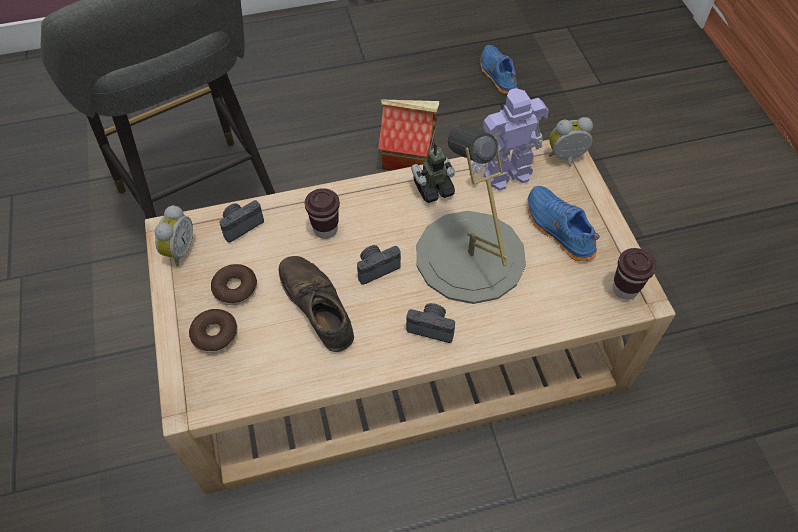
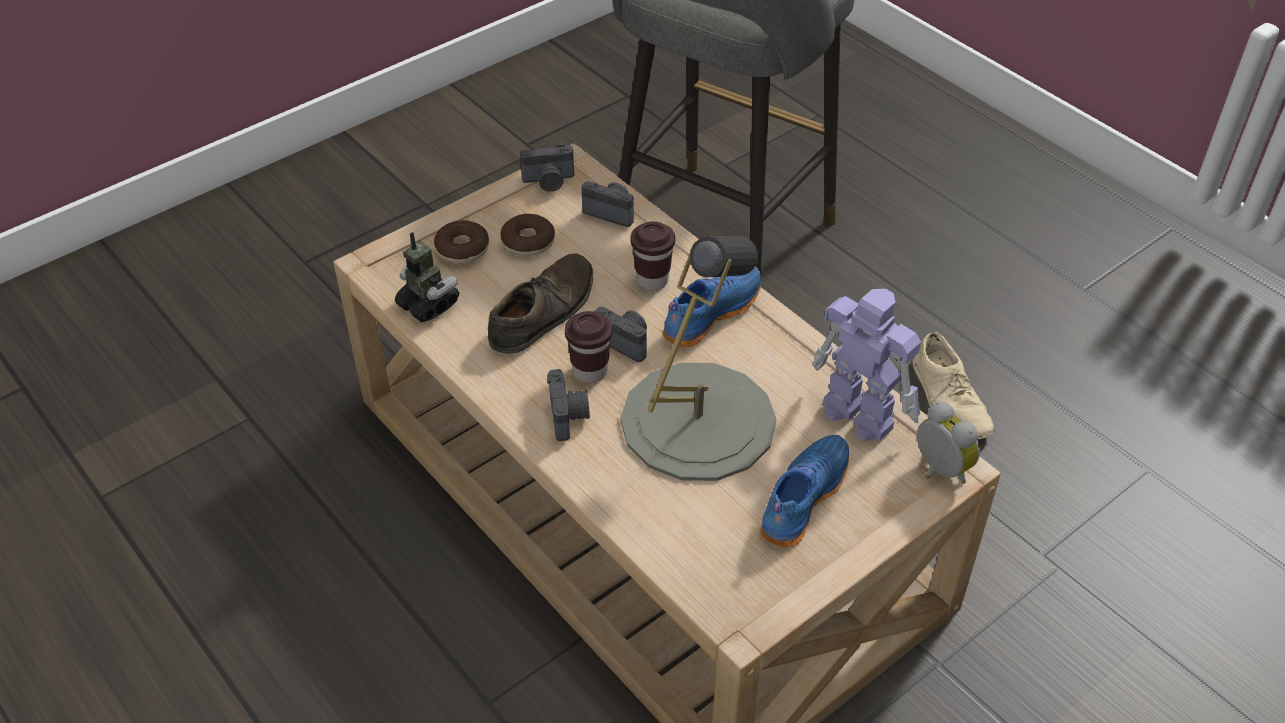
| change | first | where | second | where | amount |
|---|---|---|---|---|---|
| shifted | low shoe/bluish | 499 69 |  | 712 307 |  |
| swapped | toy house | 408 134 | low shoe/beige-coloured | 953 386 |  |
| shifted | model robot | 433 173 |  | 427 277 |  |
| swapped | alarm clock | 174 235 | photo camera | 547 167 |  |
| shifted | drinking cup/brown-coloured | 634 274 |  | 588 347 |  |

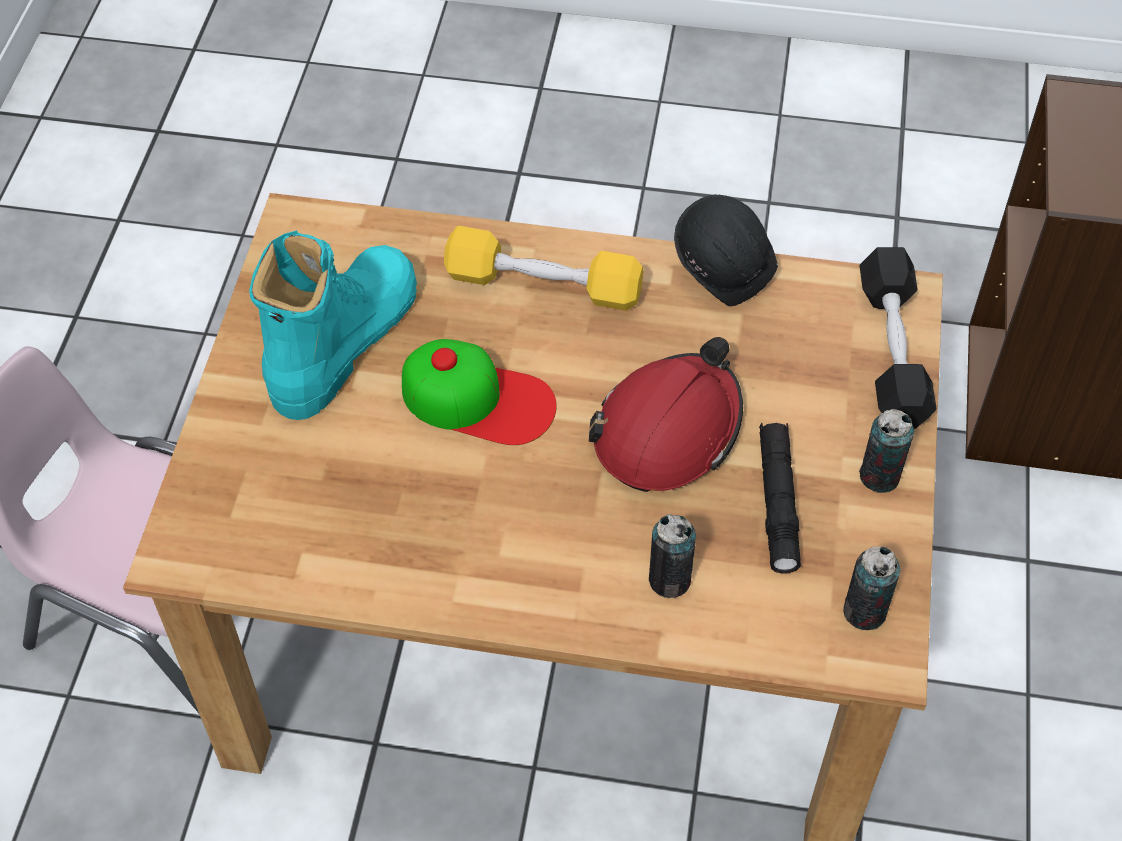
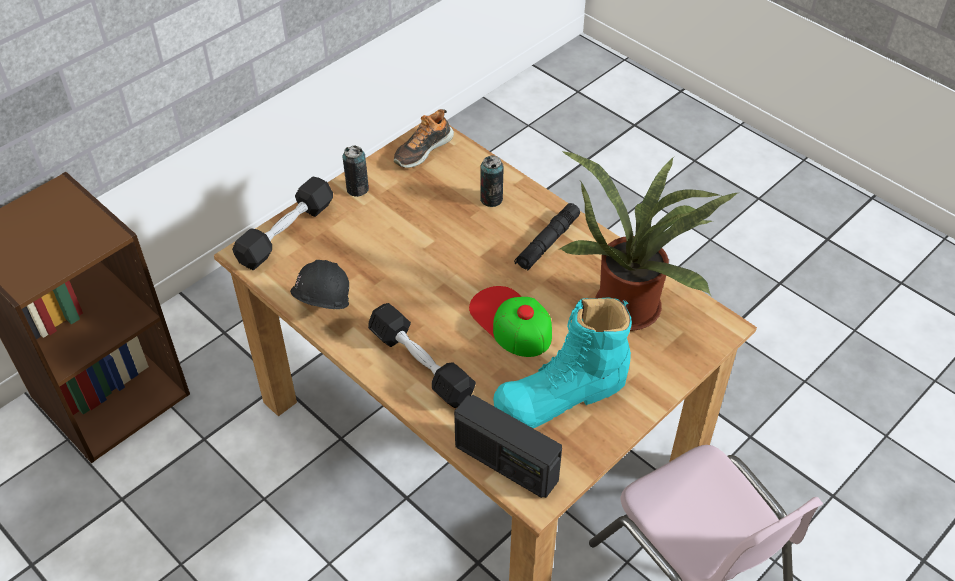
| change | first | where | second | where | amount |
|---|---|---|---|---|---|
| repainted | dumbbell/yellowish | 544 268 | dumbbell/blackish | 422 355 |  |
| gone | safety helmet/red | 666 414 |  |  |  |
| shifted | torch/blackish | 780 498 |  | 547 237 |  |
| swapped | can | 871 588 | low shoe | 424 138 |  |
| new |  |  | houseplant | 648 240 |  |
| new |  |  | radio receiver | 508 446 |  |

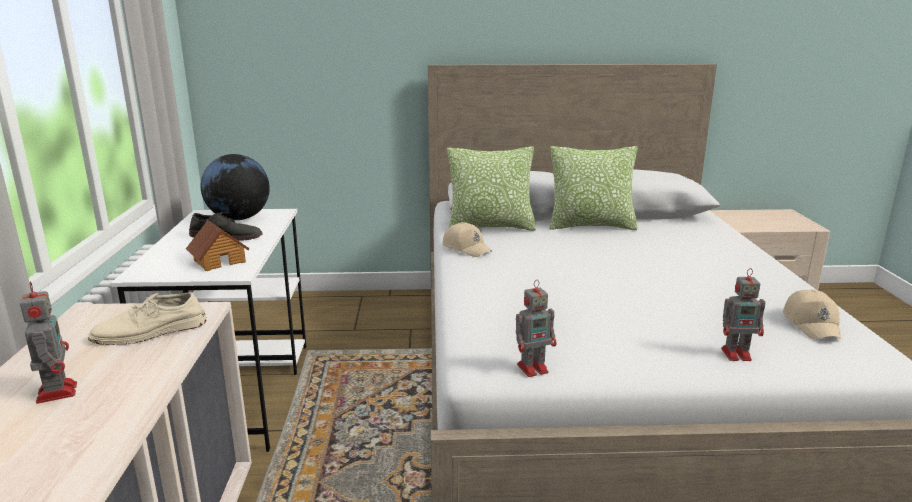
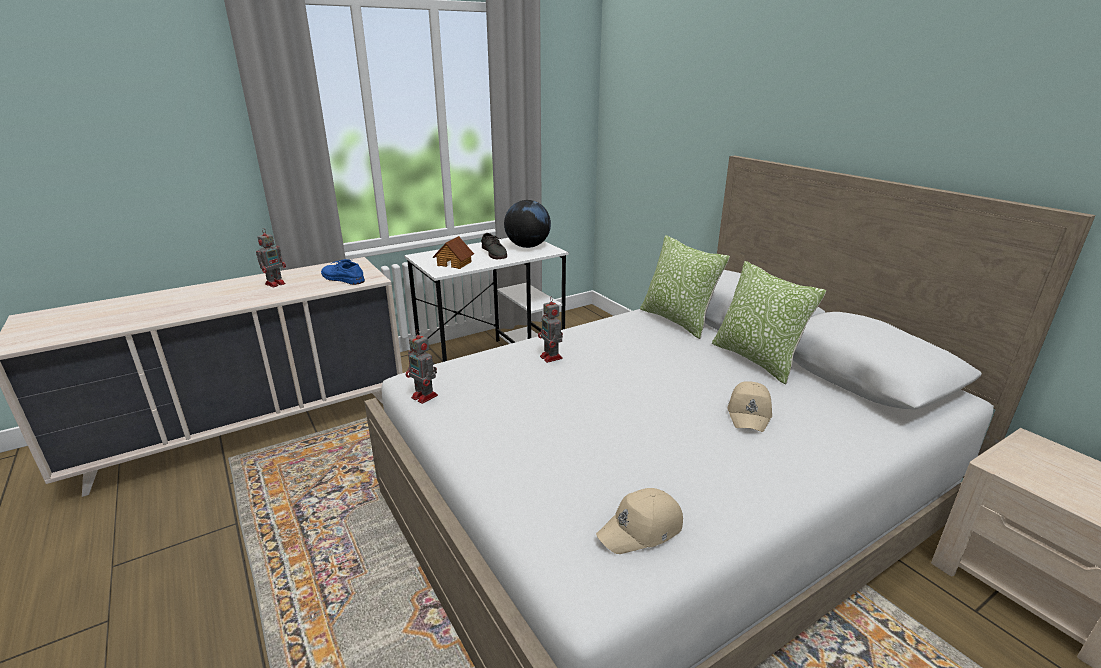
| change | first | where | second | where | amount |
|---|---|---|---|---|---|
| shifted | peaked cap/beige-coloured | 467 239 |  | 750 406 |  |
| shifted | model robot | 743 314 |  | 550 329 |  |
| repainted | low shoe/beige-coloured | 147 318 | low shoe/bluish | 343 272 |  |

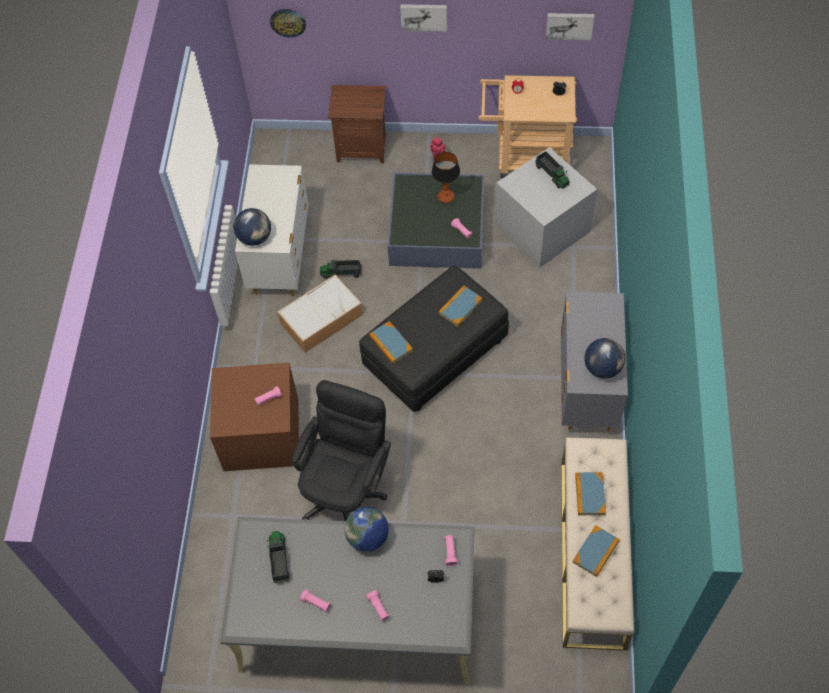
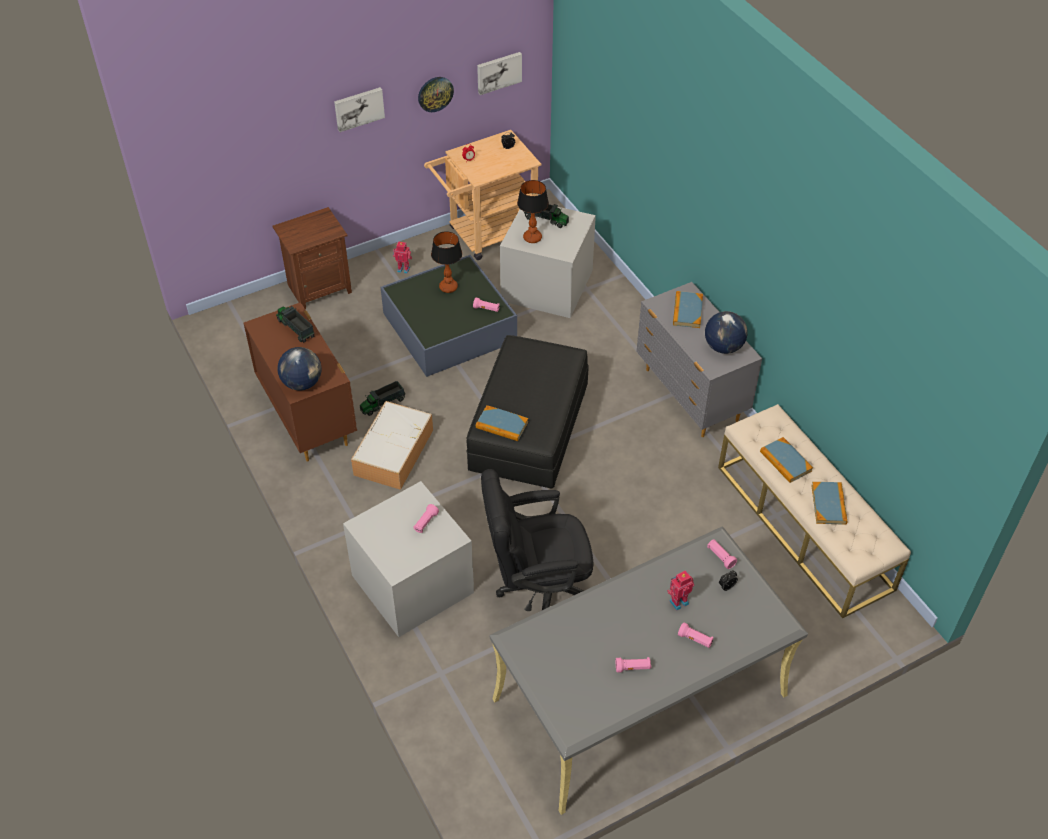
| change | first | where | second | where | amount |
|---|---|---|---|---|---|
| shifted | clock on the wall | 288 23 |  | 436 94 |  |
| repainted | chest of drawers/whitish | 272 230 | chest of drawers/brown-coloured | 300 382 |  |
| shifted | book | 460 306 |  | 688 309 |  |
| repainted | storage container/brown-coloured | 254 417 | storage container/gray | 408 559 |  |
| rotated | computer chair/blackish | 341 450 |  | 537 540 | 90 degrees counterclockwise |
| gone | world globe | 367 529 |  |  |  |
| shifted | model truck | 278 557 |  | 295 324 |  |
| new |  |  | lamp for a table | 533 211 |  |
| new |  |  | model robot | 680 590 |  |

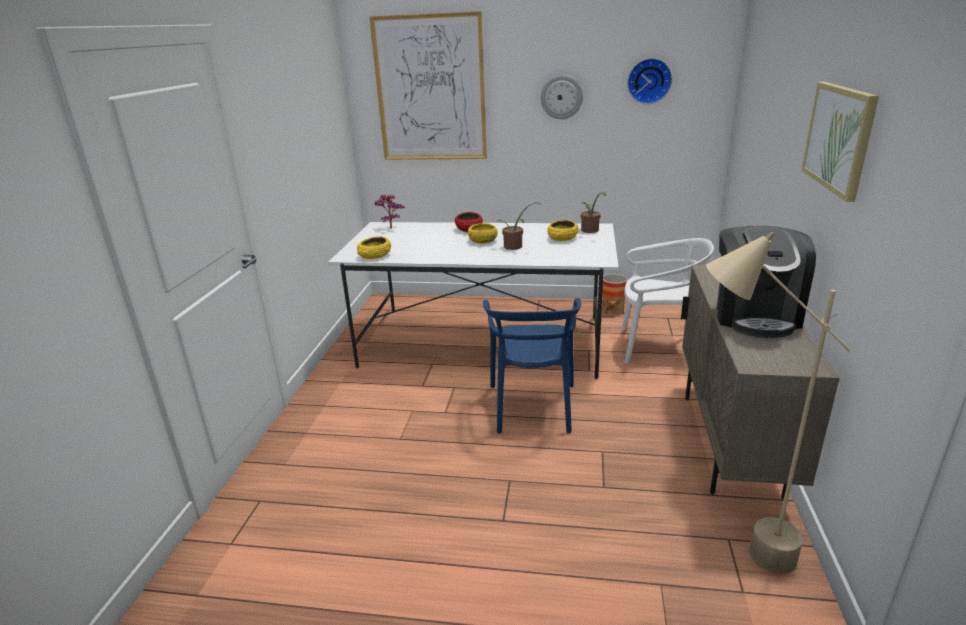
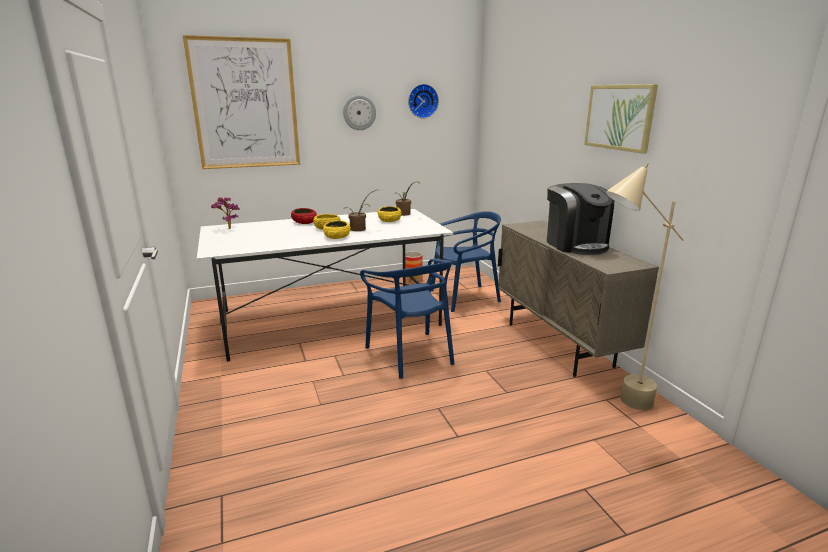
| change | first | where | second | where | amount |
|---|---|---|---|---|---|
| shifted | serving bowl/yellowish | 374 247 |  | 337 229 |  |
| repainted | chair/whitish | 668 301 | chair/bluish | 466 261 |  |

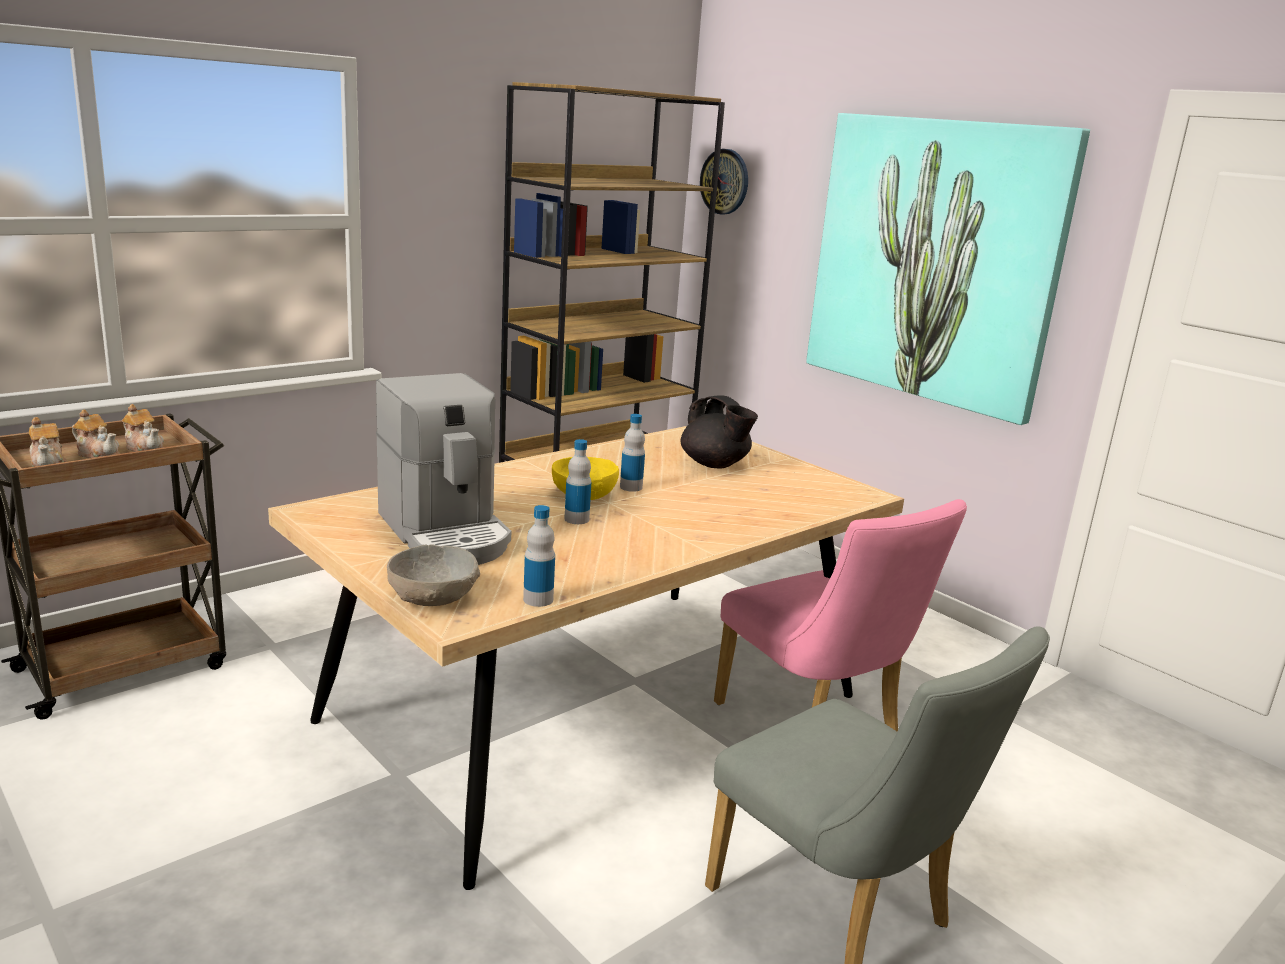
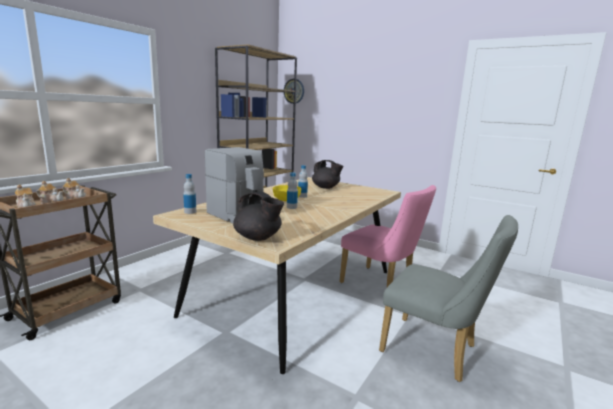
| change | first | where | second | where | amount |
|---|---|---|---|---|---|
| gone | wall picture | 948 269 |  |  |  |
| shifted | bottle | 539 556 |  | 189 194 |  |
| swapped | serving bowl/gray | 433 575 | pot for tea/blackish | 258 216 |  |

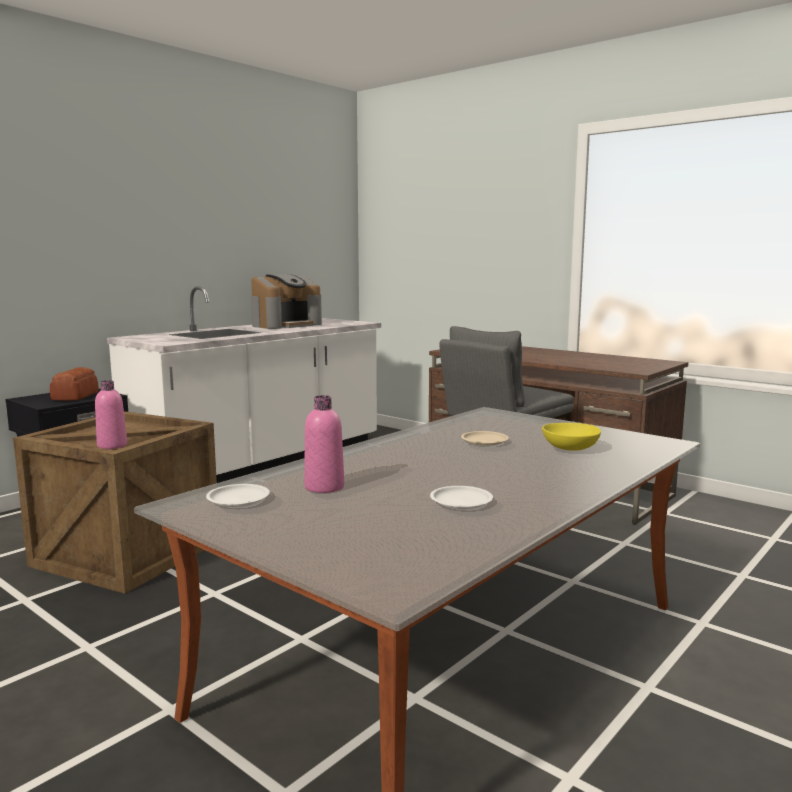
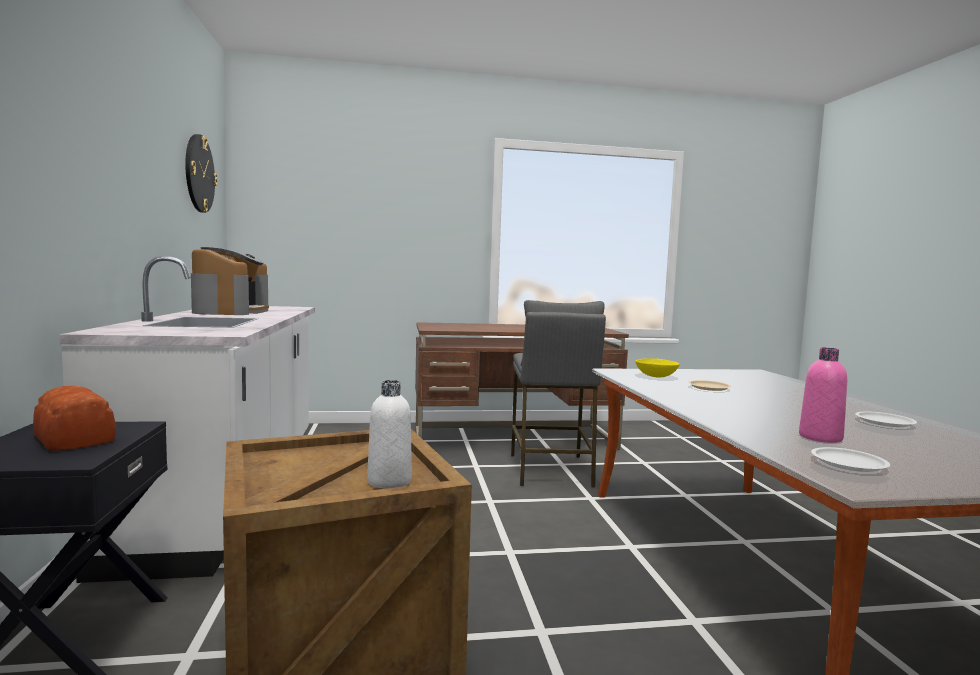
| change | first | where | second | where | amount |
|---|---|---|---|---|---|
| repainted | bottle/pink | 111 414 | bottle/whitish | 389 434 |  |
| shifted | serving bowl/yellowish | 571 437 |  | 657 367 |  |
| new |  |  | clock on the wall | 201 173 |  |

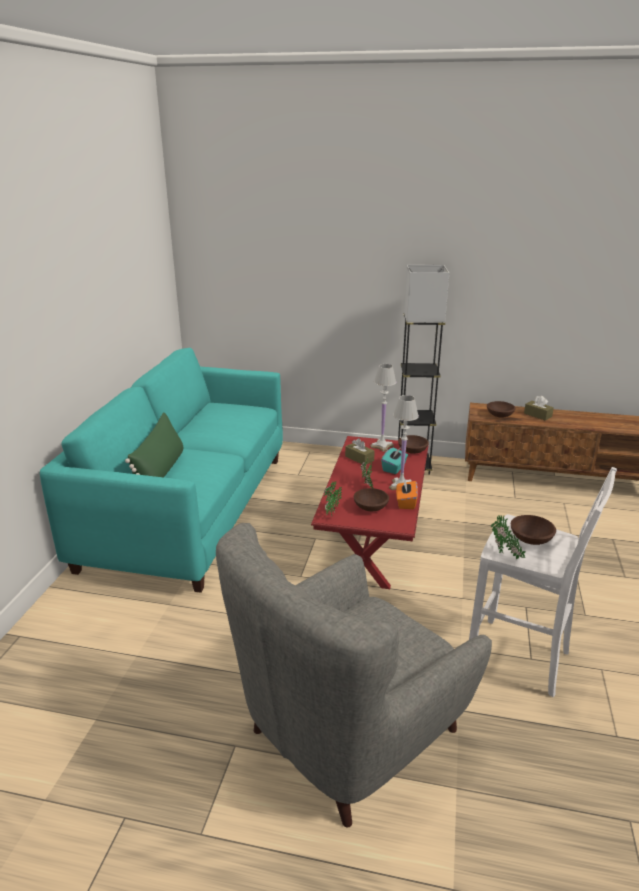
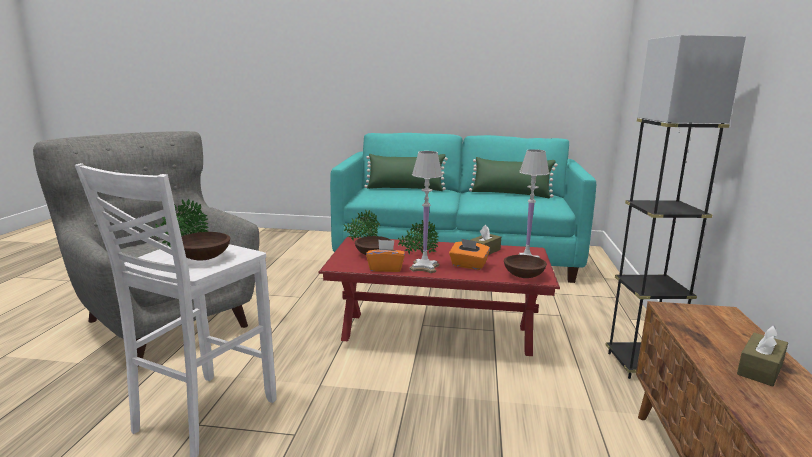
| change | first | where | second | where | amount |
|---|---|---|---|---|---|
| gone | serving bowl/brown-coloured | 501 409 |  |  |  |
| repainted | tissue holder/turquoise | 394 460 | tissue holder/orange | 469 254 |  |
| new |  |  | cushion/green | 513 177 |  |

